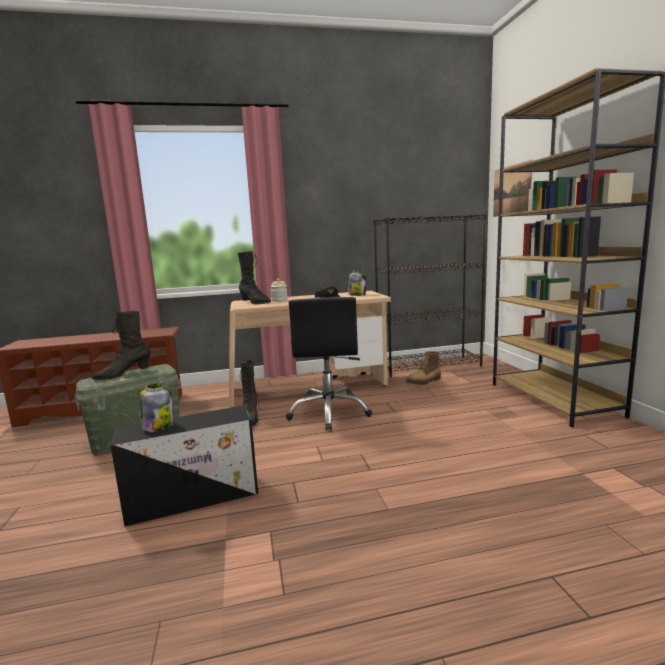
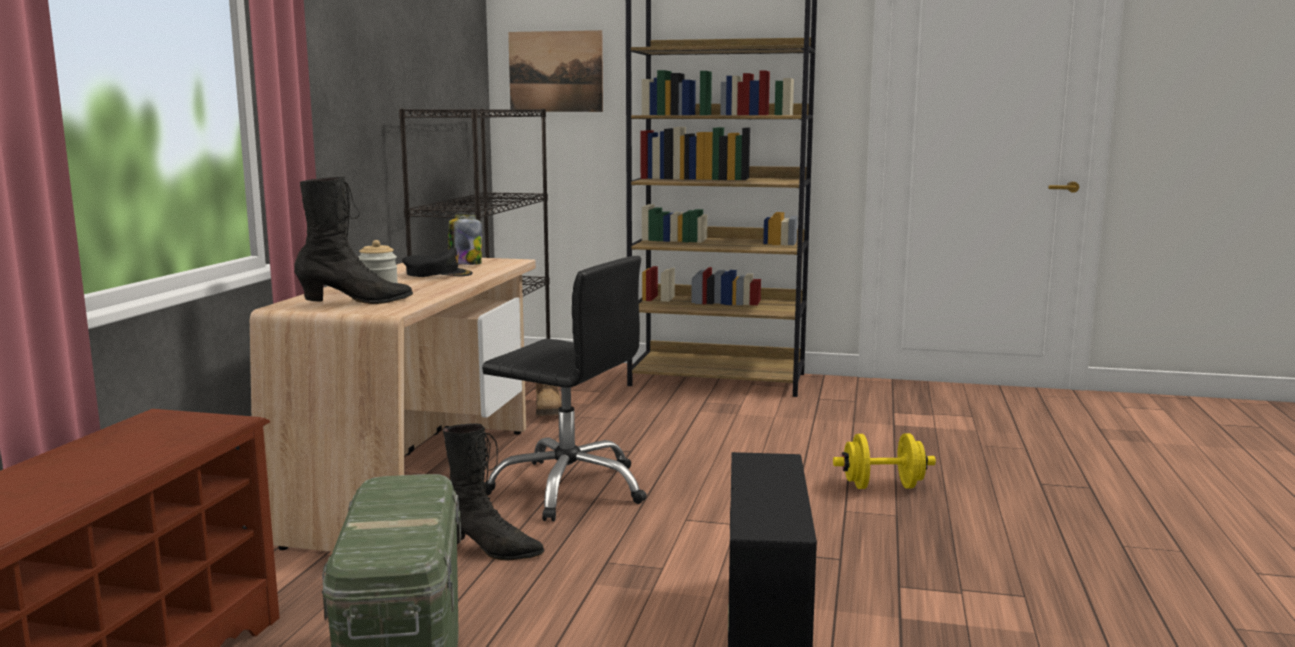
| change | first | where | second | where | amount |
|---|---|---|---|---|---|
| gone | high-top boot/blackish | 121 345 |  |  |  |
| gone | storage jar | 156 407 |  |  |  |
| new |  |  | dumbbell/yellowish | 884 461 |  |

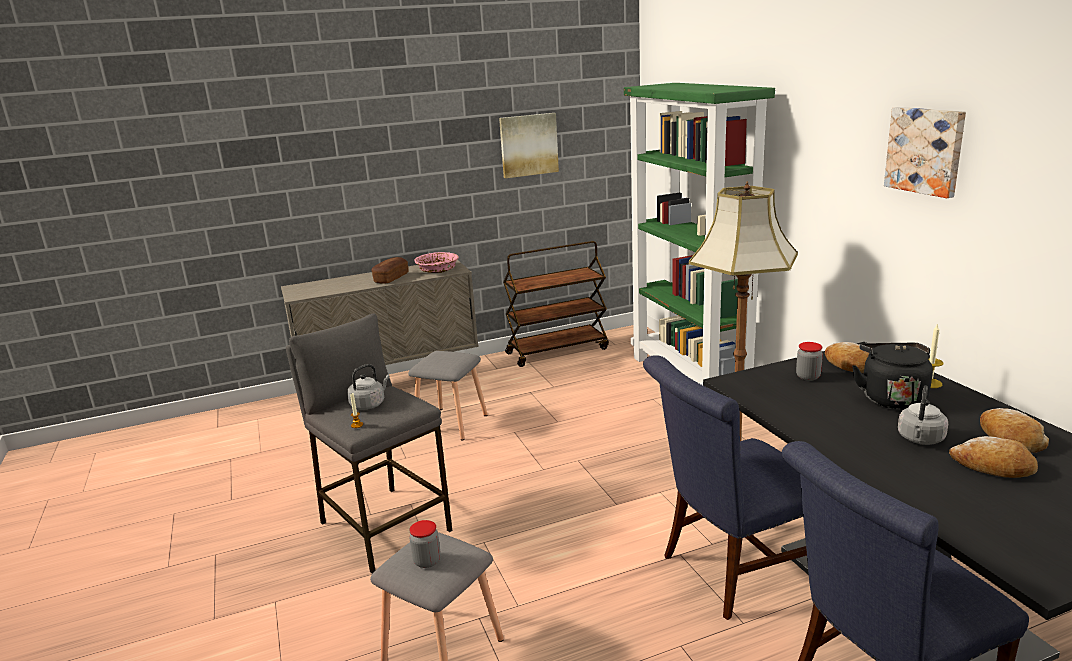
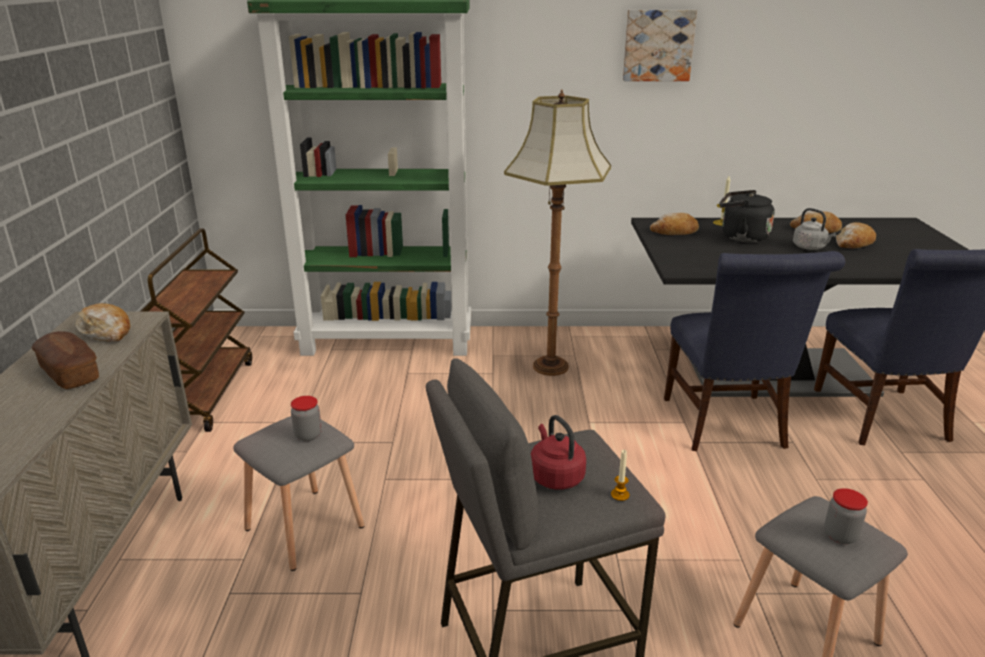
| change | first | where | second | where | amount |
|---|---|---|---|---|---|
| gone | wall picture | 529 145 |  |  |  |
| swapped | serving bowl/pink | 436 262 | bakery bread | 102 322 |  |
| shifted | storage jar | 809 361 |  | 306 418 |  |
| repainted | water kettle/gray | 368 387 | water kettle/red | 558 452 |  |

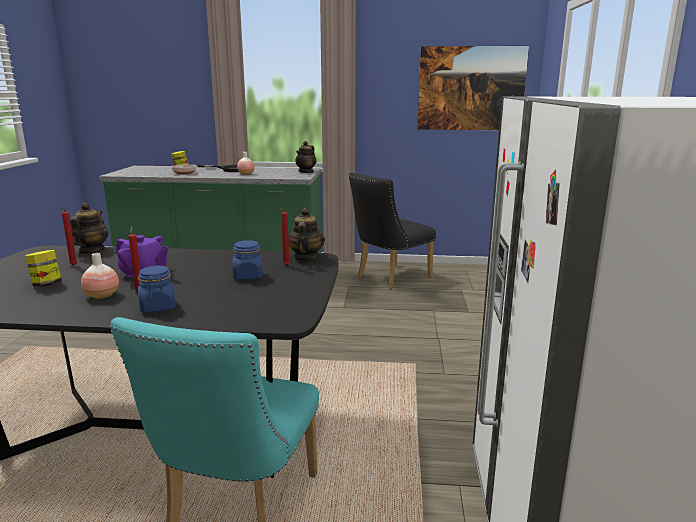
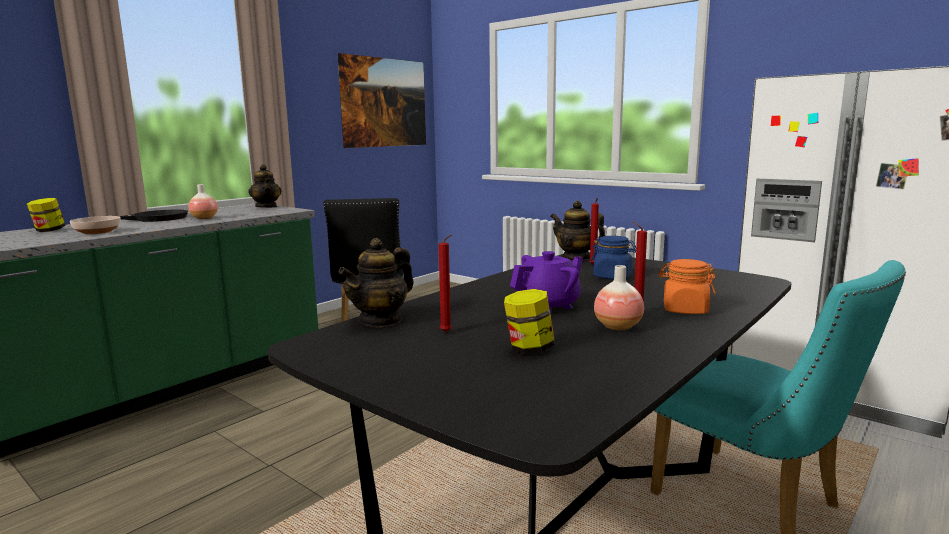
| change | first | where | second | where | amount |
|---|---|---|---|---|---|
| rotated | pot for tea | 89 228 |  | 376 283 | 90 degrees counterclockwise |
| repainted | storage jar/bluish | 157 289 | storage jar/orange | 687 286 |  |

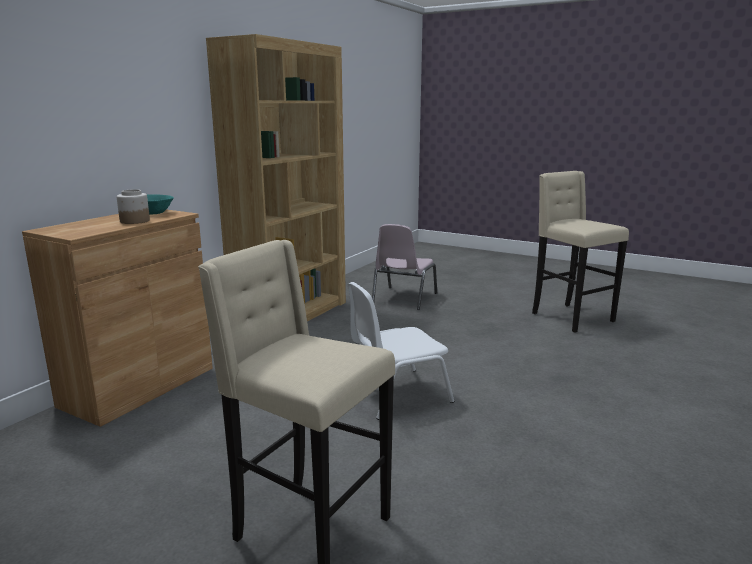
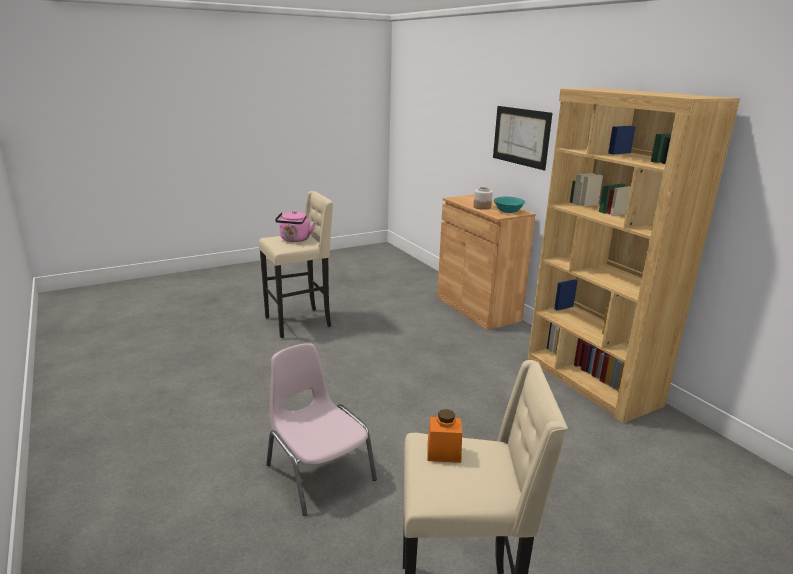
| change | first | where | second | where | amount |
|---|---|---|---|---|---|
| shifted | chair/pink | 404 267 |  | 321 429 |  |
| gone | chair/whitish | 401 351 |  |  |  |
| new |  |  | wall picture | 522 138 |  |
| new |  |  | water kettle/pink | 295 226 |  |
| new |  |  | storage jar/orange | 444 436 |  |

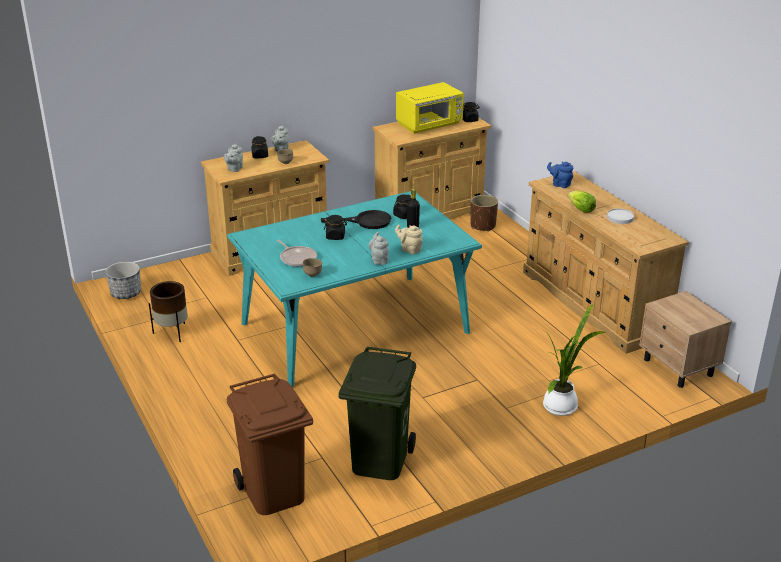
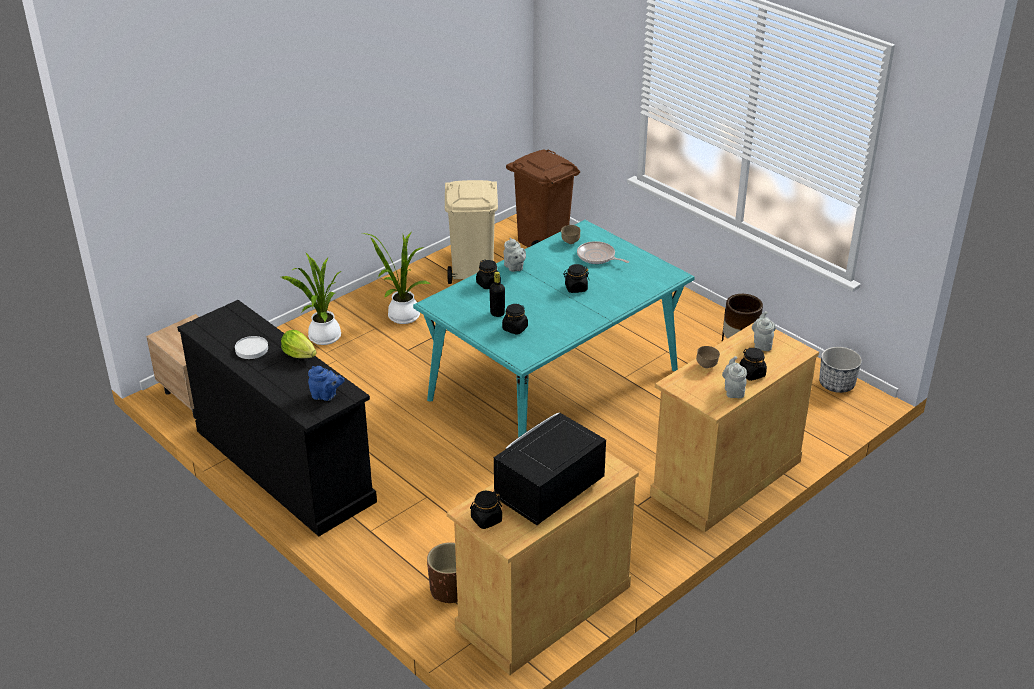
| change | first | where | second | where | amount |
|---|---|---|---|---|---|
| repainted | microwave/yellowish | 430 108 | microwave/blackish | 550 469 |  |
| repainted | chest of drawers/beige-coloured | 606 262 | chest of drawers/blackish | 277 418 |  |
| gone | pan/blackish | 356 219 |  |  |  |
| swapped | pot for tea/beige-coloured | 408 239 | storage jar/blackish | 488 274 |  |
| repainted | trash can/green | 377 413 | trash can/beige-coloured | 471 232 |  |
| new |  |  | houseplant | 396 278 |  |

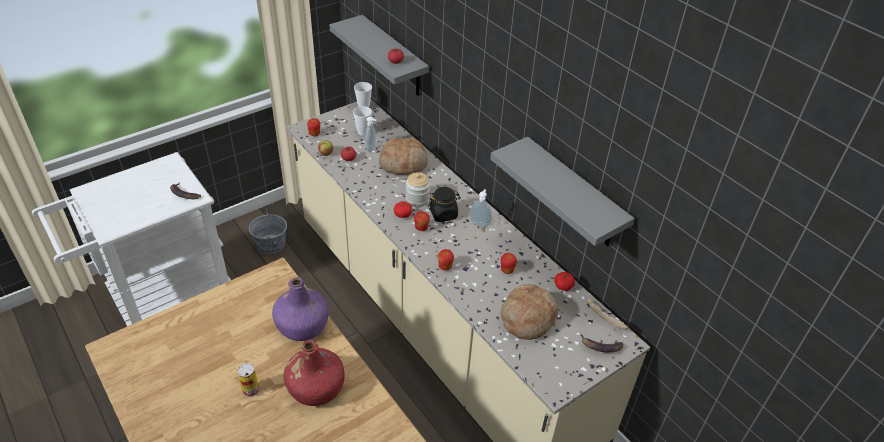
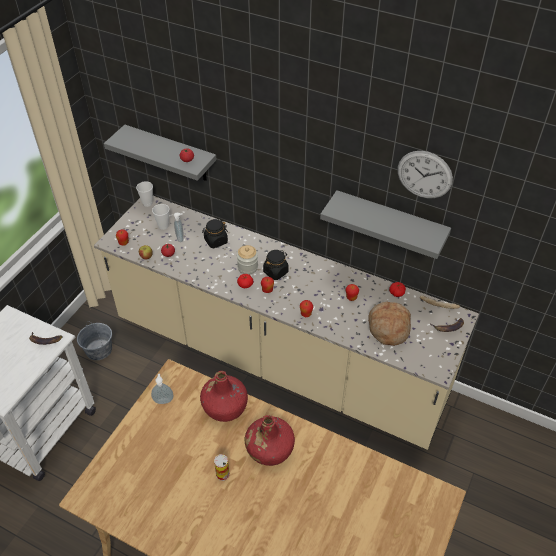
| change | first | where | second | where | amount |
|---|---|---|---|---|---|
| swapped | bakery bread | 403 156 | storage jar/blackish | 215 233 |  |
| shifted | liquid soap bottle | 481 208 |  | 162 389 |  |
| repainted | bottle/purple | 300 309 | bottle/red | 224 396 |  |
| new |  |  | clock on the wall | 425 174 |  |

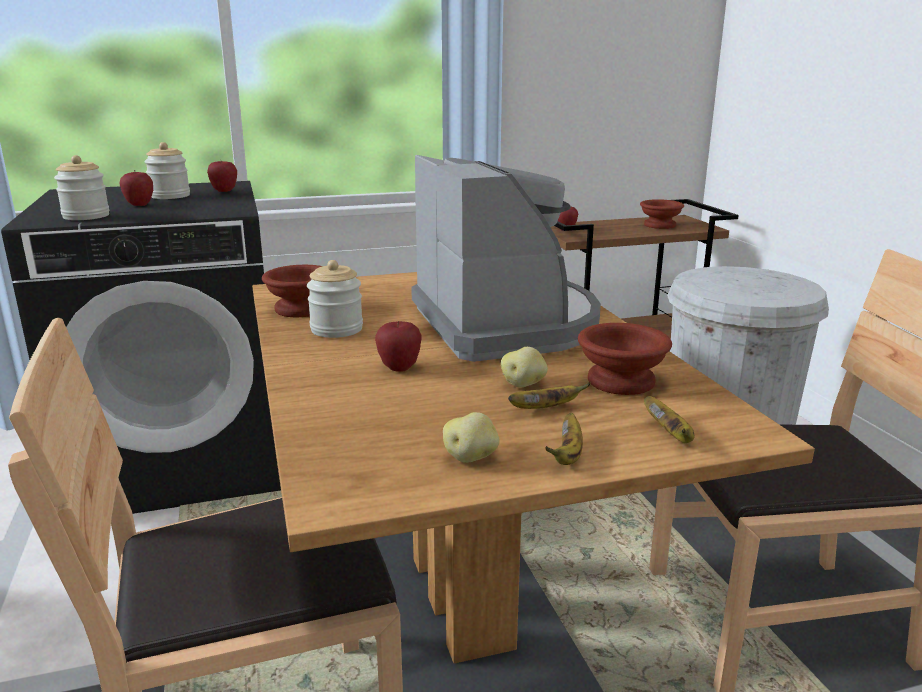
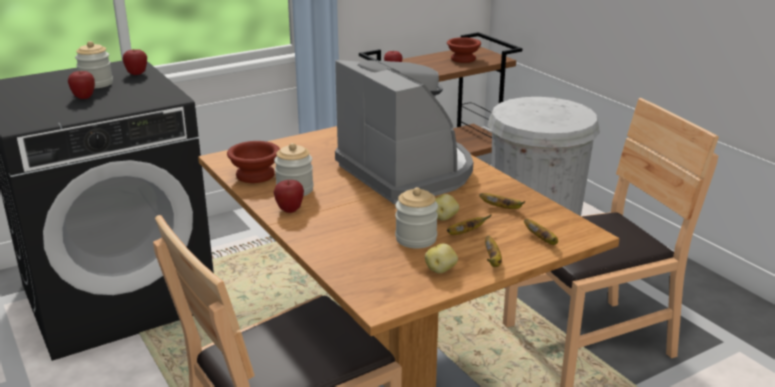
| change | first | where | second | where | amount |
|---|---|---|---|---|---|
| shifted | storage jar | 81 187 |  | 416 218 |  |
| shifted | apple | 398 346 |  | 288 196 |  |
| swapped | serving bowl/brown-coloured | 625 359 | banana | 502 201 |  |

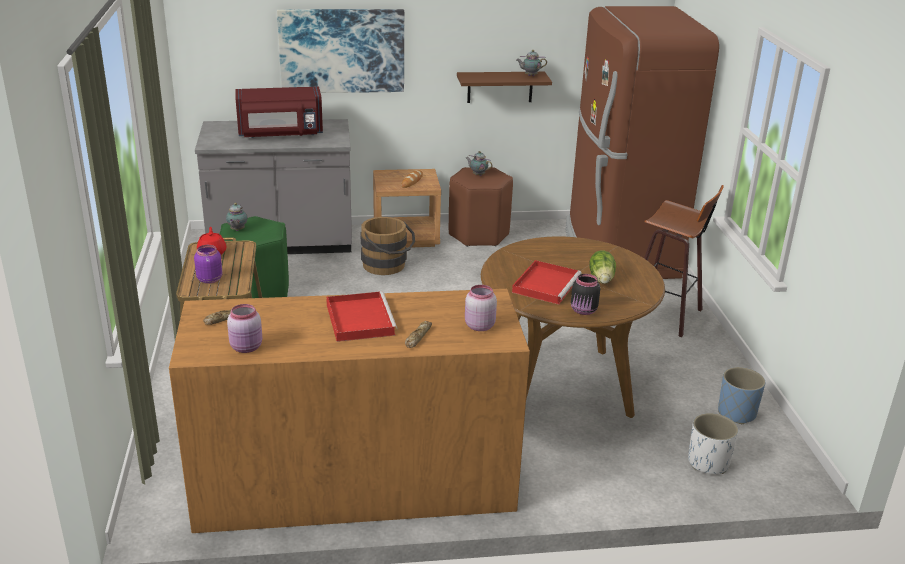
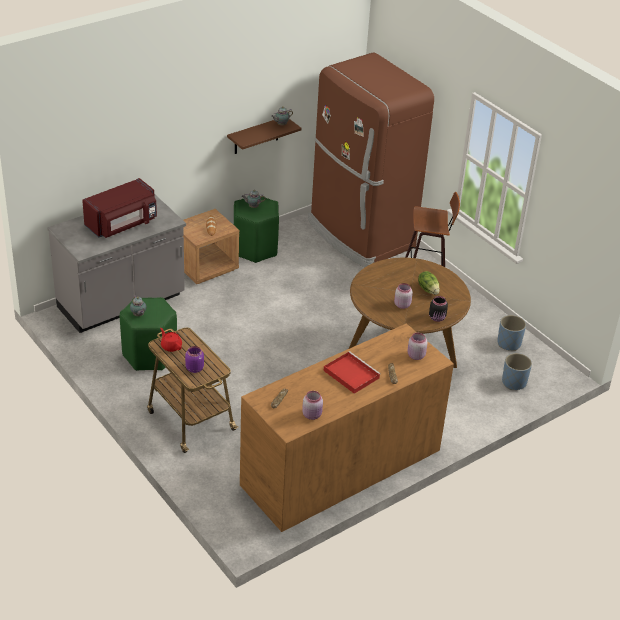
| change | first | where | second | where | amount |
|---|---|---|---|---|---|
| gone | wall picture | 340 51 |  |  |  |
| repainted | sitting stool/brown-coloured | 481 207 | sitting stool/green | 256 230 |  |
| gone | water bucket/brown-coloured | 388 246 |  |  |  |
| swapped | serving tray/red | 547 282 | storage jar/pink | 403 296 |  |
| repainted | flower pot/whitish | 713 443 | flower pot/bluish | 517 371 |  |

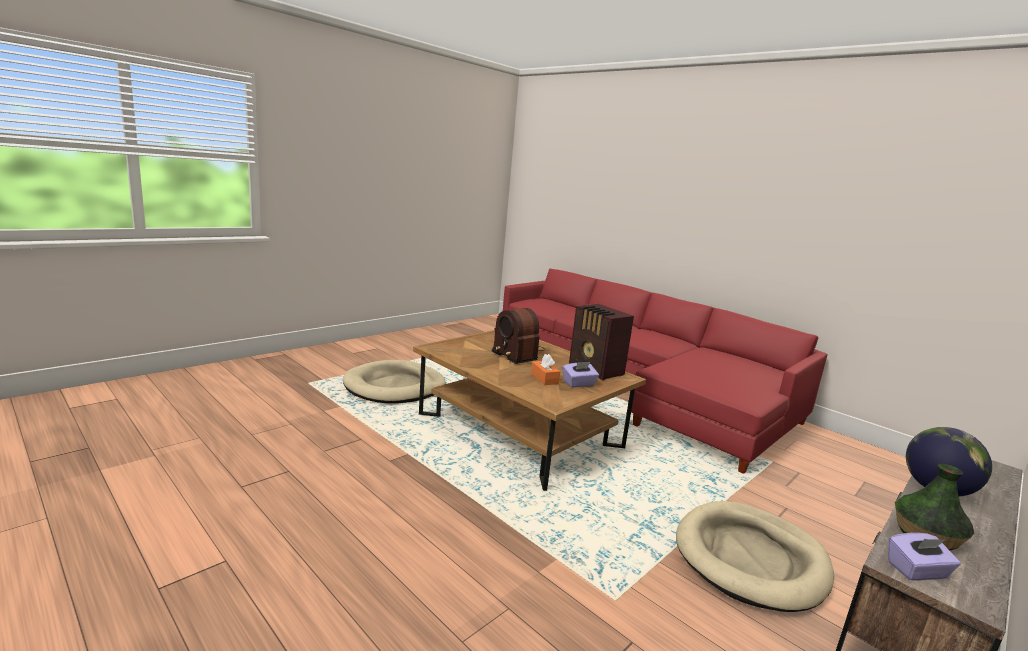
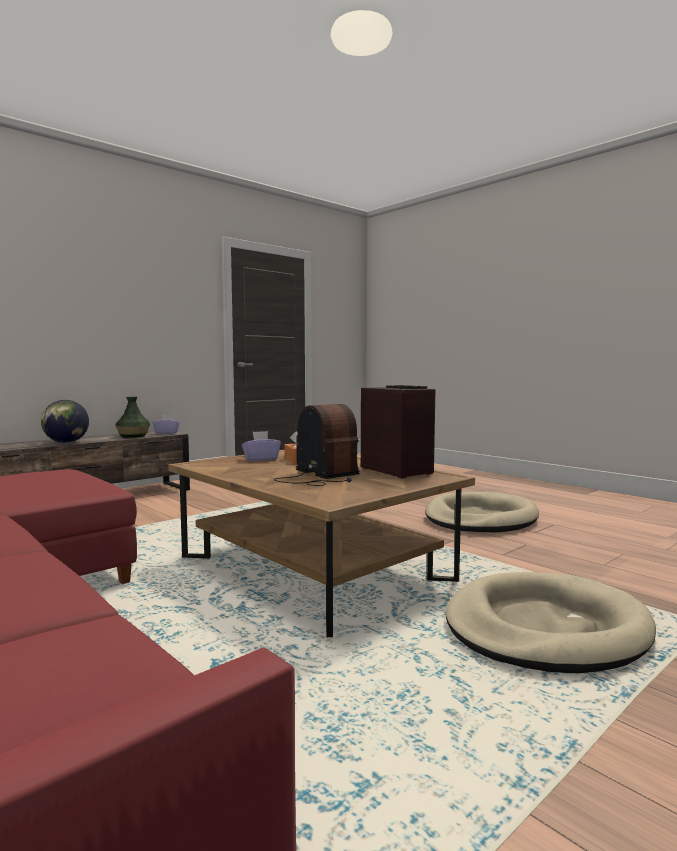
| change | first | where | second | where | amount |
|---|---|---|---|---|---|
| shifted | radio receiver | 601 342 |  | 398 432 |  |
| shifted | dog bed/beige-coloured | 755 556 |  | 482 512 |  |

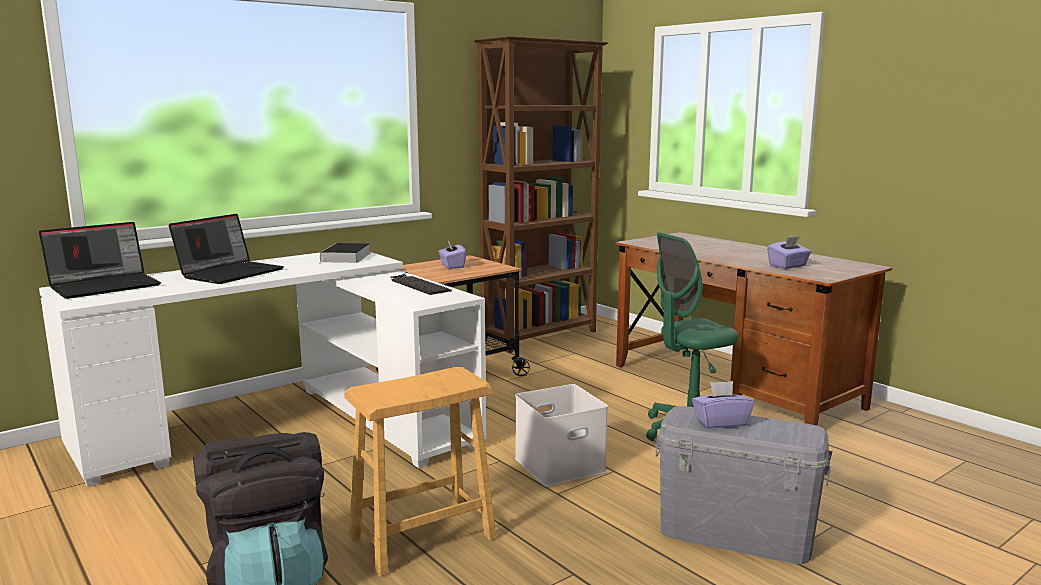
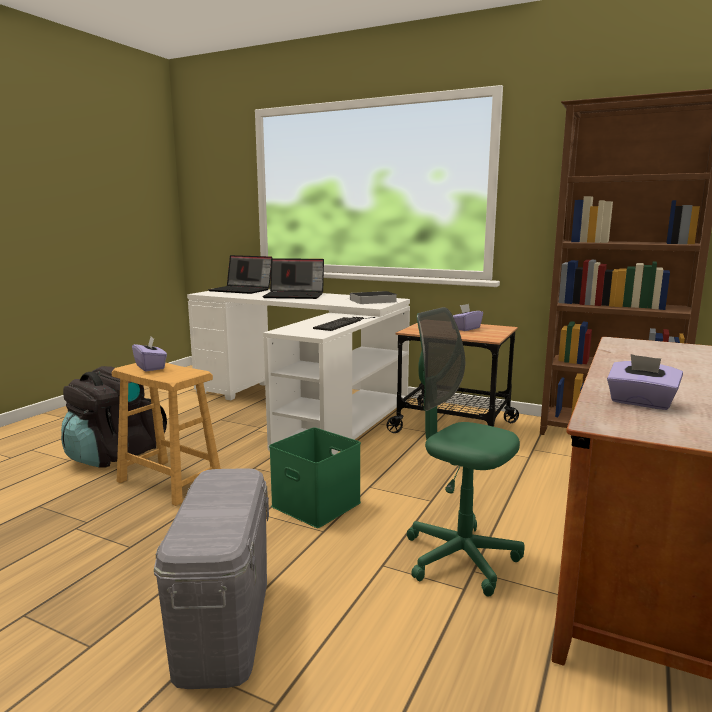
| change | first | where | second | where | amount |
|---|---|---|---|---|---|
| shifted | tissue holder/purple | 723 405 |  | 149 354 |  |
| repainted | storage container/whitish | 561 435 | storage container/green | 315 477 |  |

